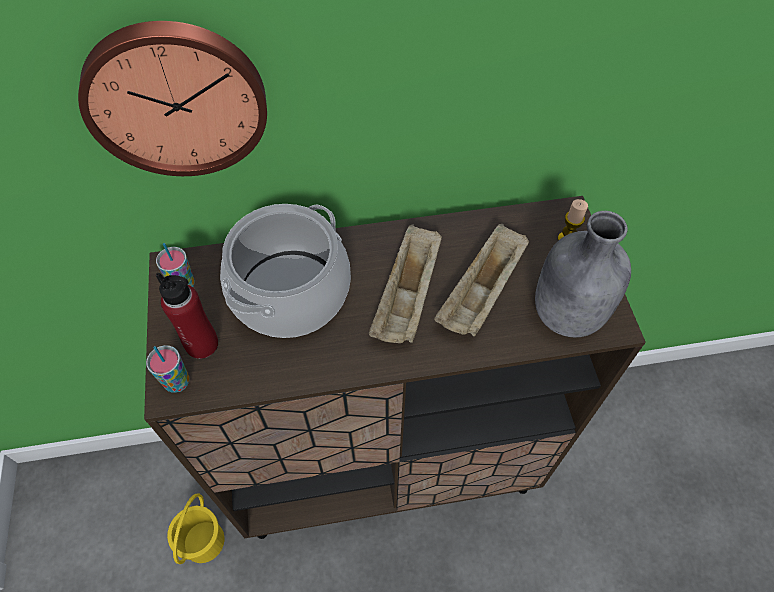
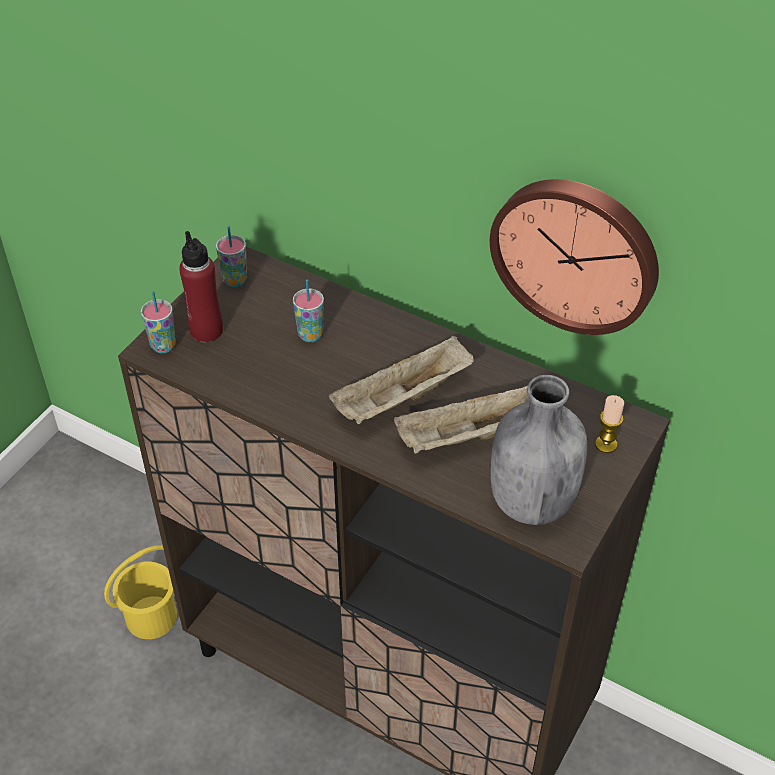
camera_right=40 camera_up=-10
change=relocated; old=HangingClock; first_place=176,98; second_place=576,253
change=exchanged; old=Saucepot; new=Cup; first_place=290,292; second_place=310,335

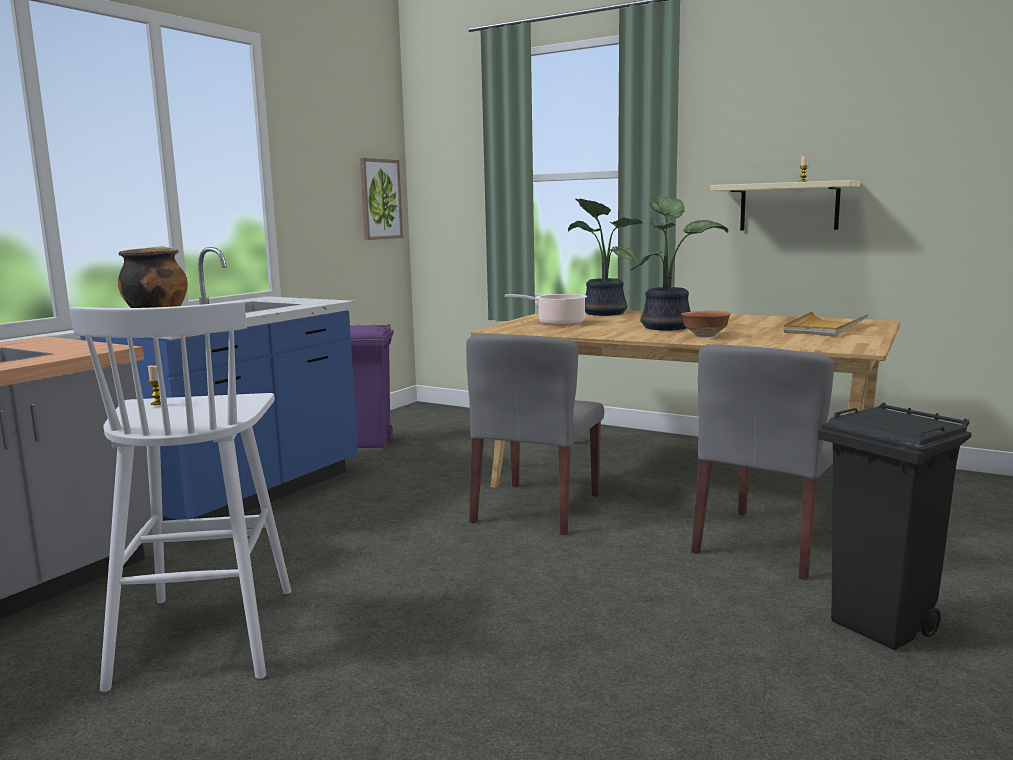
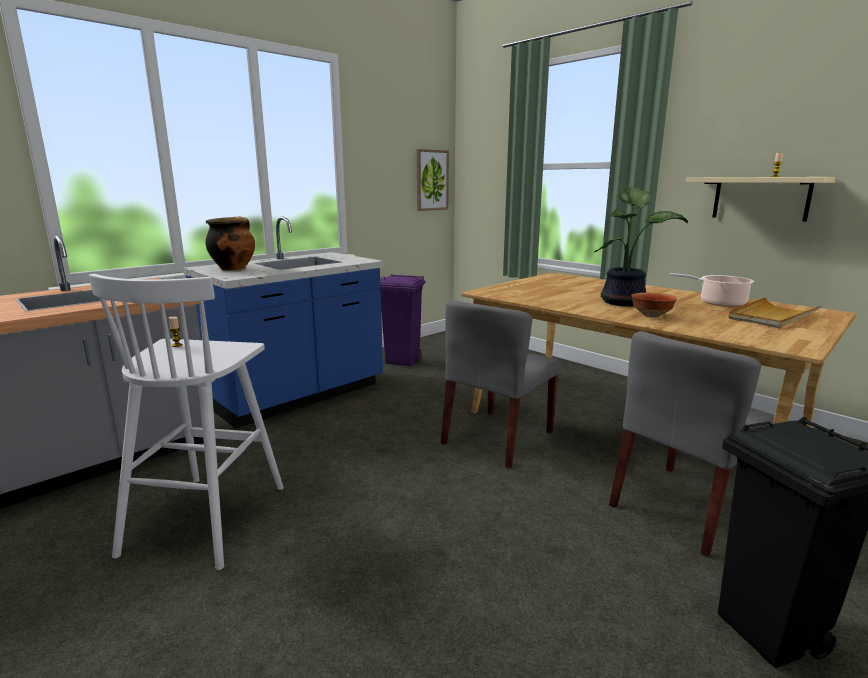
camera_right=15 camera_up=5
change=missing; old=PlantInAPot; first_place=601,313
change=relocated; old=Saucepot; first_place=557,323; second_place=719,303

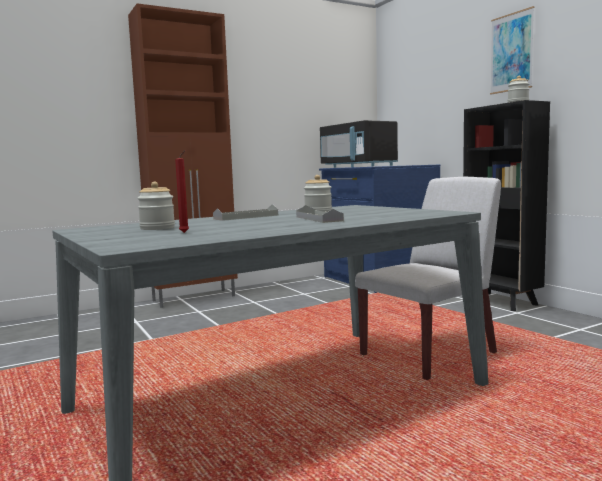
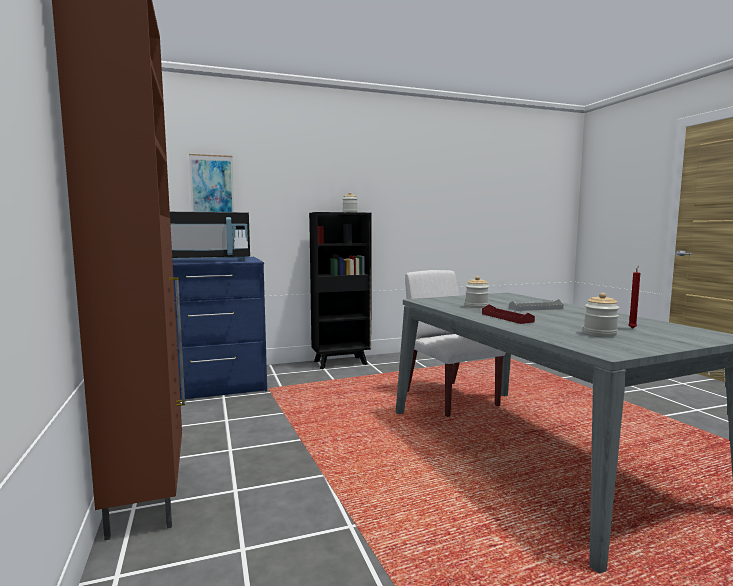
camera_right=-80 camera_up=0
change=relocated; old=Picture; first_place=511,52; second_place=212,187
change=colour; old=GreyishTray; new=RedTray; first_place=246,217; second_place=507,318

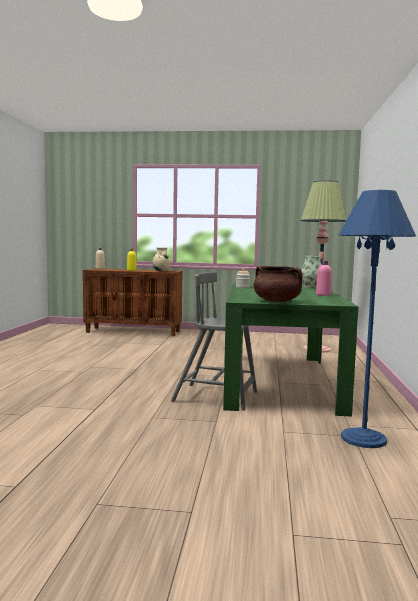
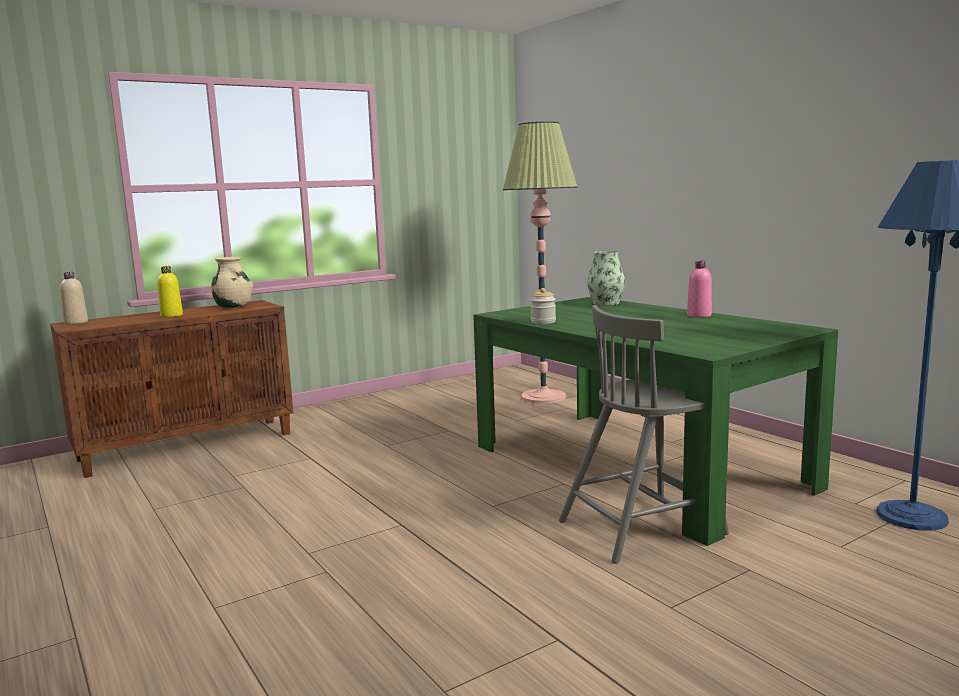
camera_right=-40 camera_up=5
change=missing; old=BrownColouredSaucepot; first_place=277,301

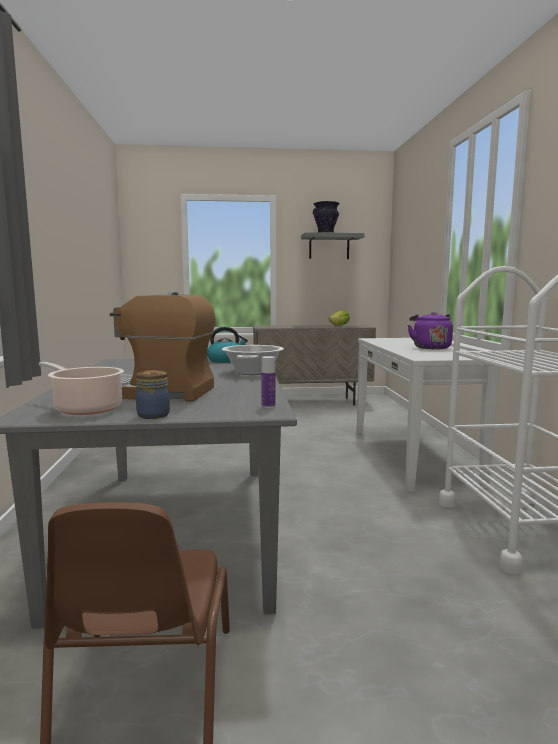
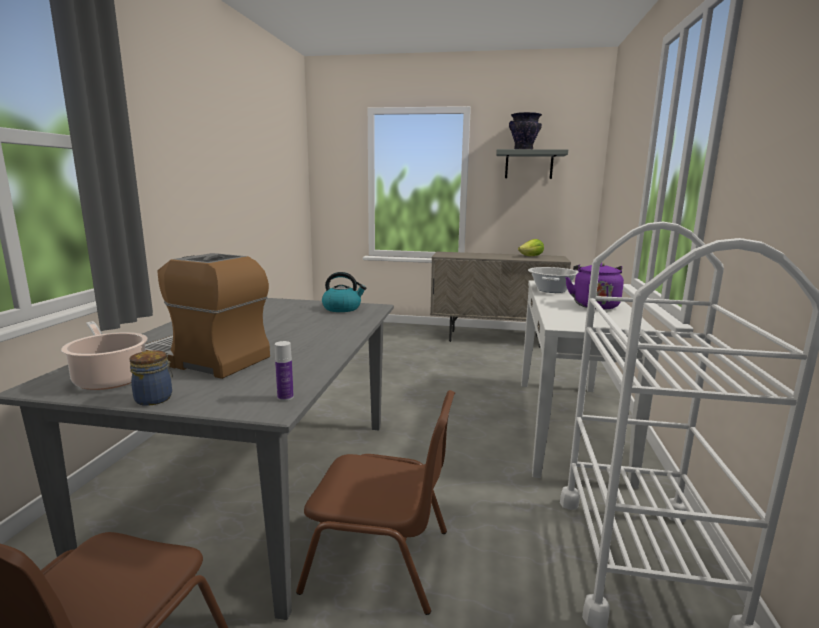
camera_right=15 camera_up=5
change=appeared; new=BrownColouredPlainChair; second_place=380,560
change=relocated; old=Saucepot; first_place=252,372; second_place=551,290

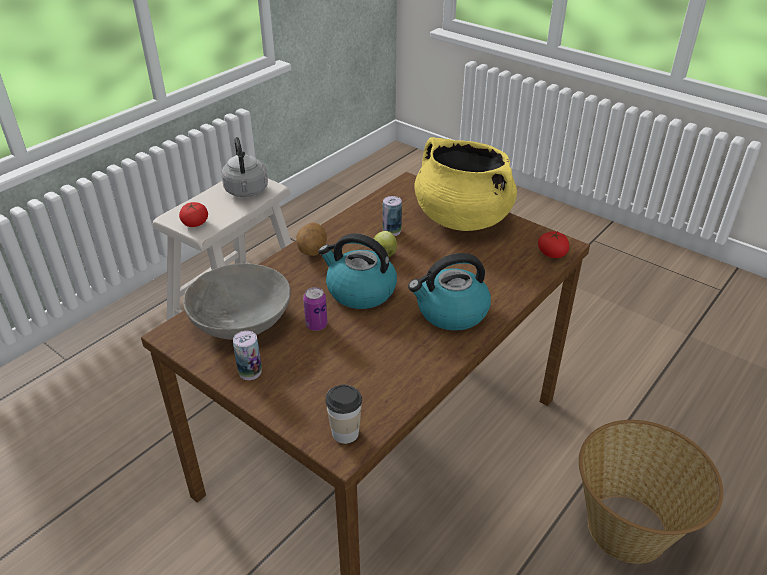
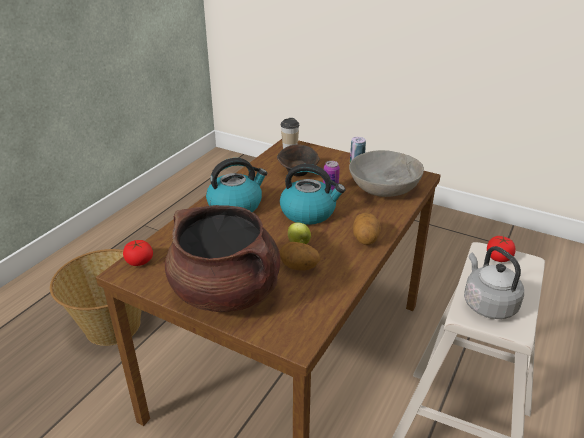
camera_right=170 camera_up=-5
change=appeared; new=BrownColouredServingBowl; second_place=298,173
change=exchanged; old=SealedCan; new=Spud; first_place=392,231; second_place=299,268
change=colour; old=YellowColouredSaucepot; new=BrownColouredSaucepot; first_place=462,218; second_place=226,292

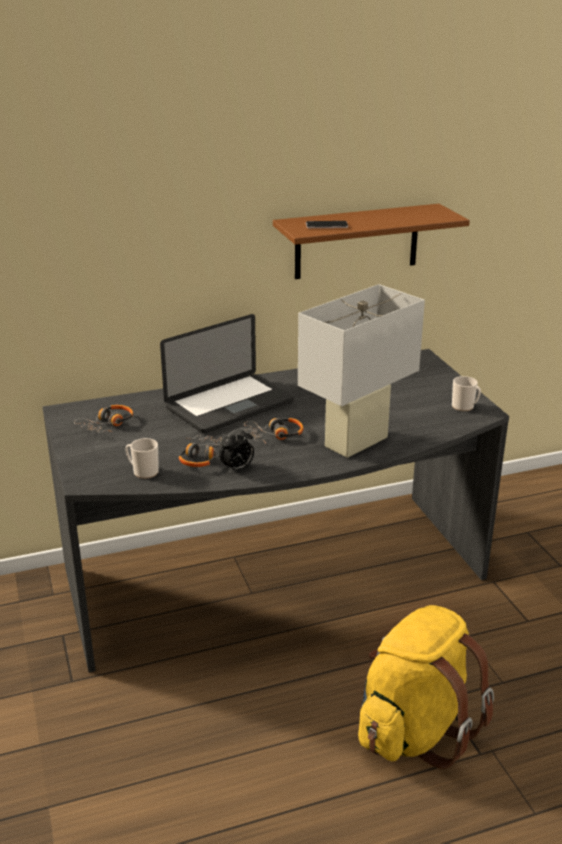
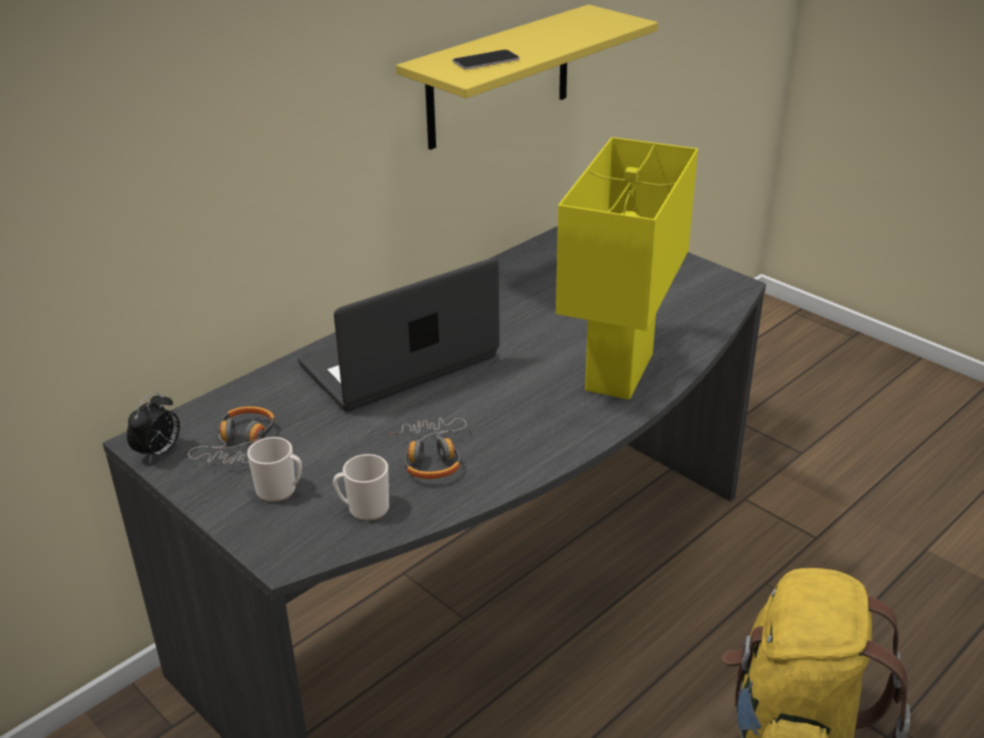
camera_right=-25 camera_up=5
change=missing; old=PairOfHeadphones; first_place=274,435
change=relocated; old=AlarmClock; first_place=237,468; second_place=159,452
change=relocated; old=CoffeeMug; first_place=465,407; second_place=280,490
change=colour; old=BrownColouredBracketShelf; new=YellowColouredBracketShelf; first_place=357,241; second_place=499,78
change=colour; old=WhiteColouredTableLamp; new=YellowColouredTableLamp; first_place=356,442; second_place=619,372
change=spun; old=NotebookComputer; first_place=230,405; second_place=399,361; degrees=-150

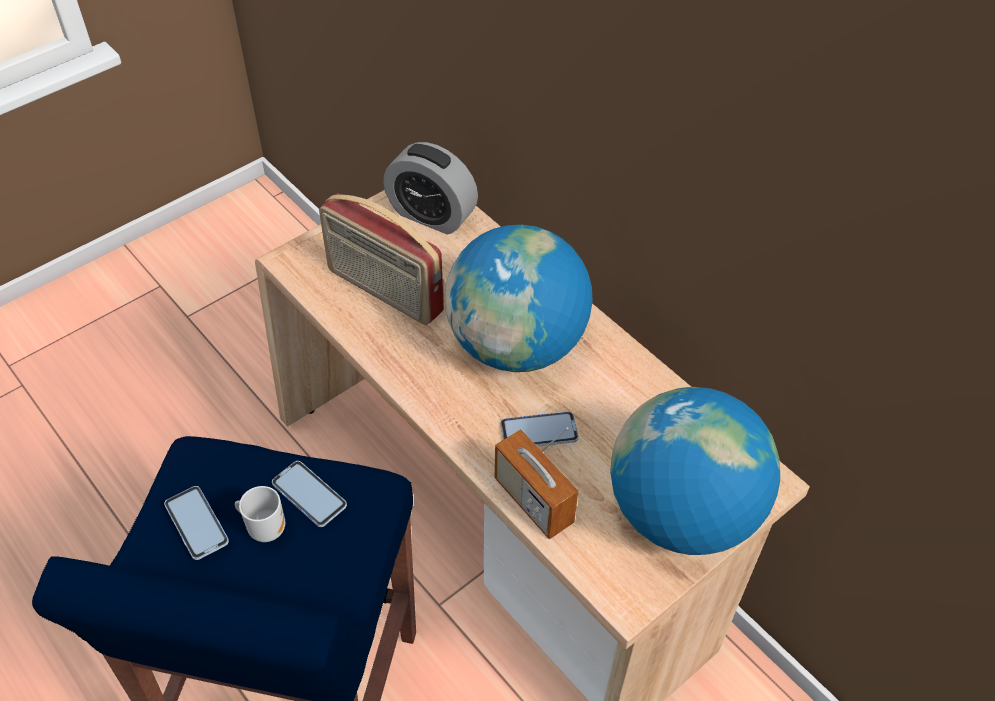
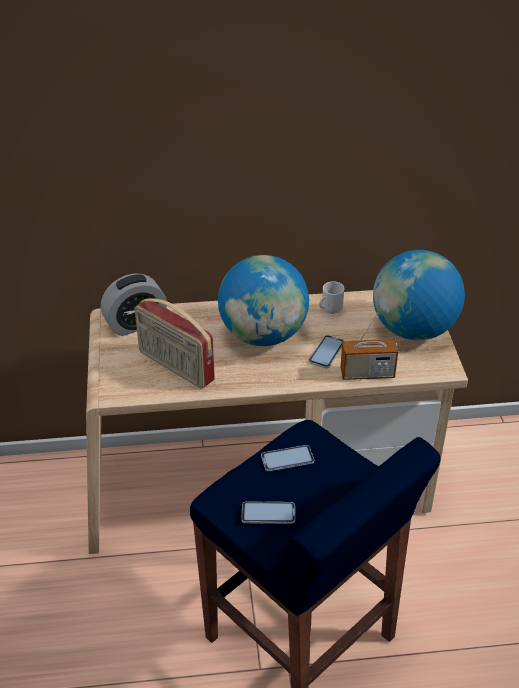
camera_right=-55 camera_up=-10
change=relocated; old=CoffeeMug; first_place=266,527; second_place=330,310
change=spun; old=RadioSet; first_place=383,292; second_place=175,367; degrees=60

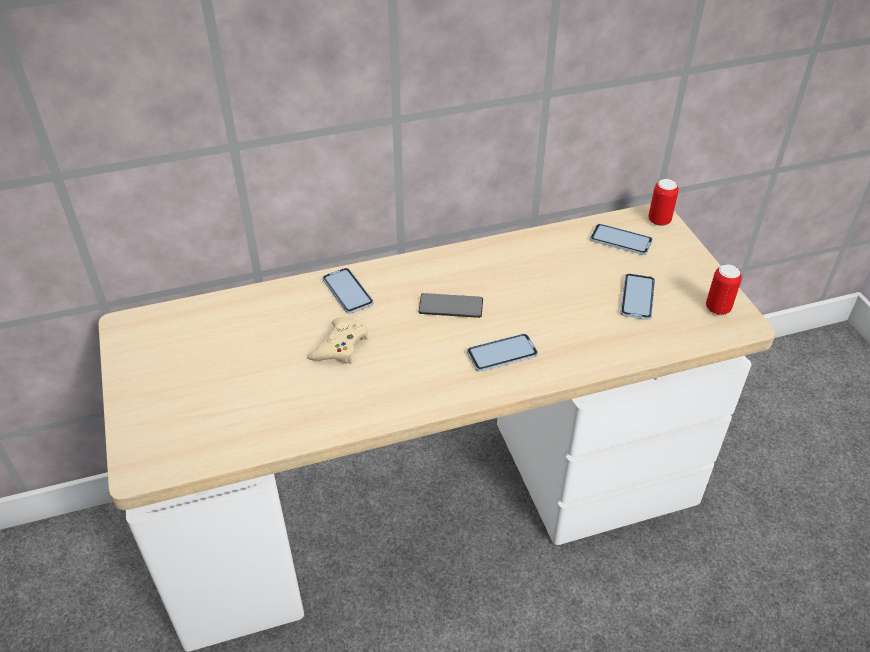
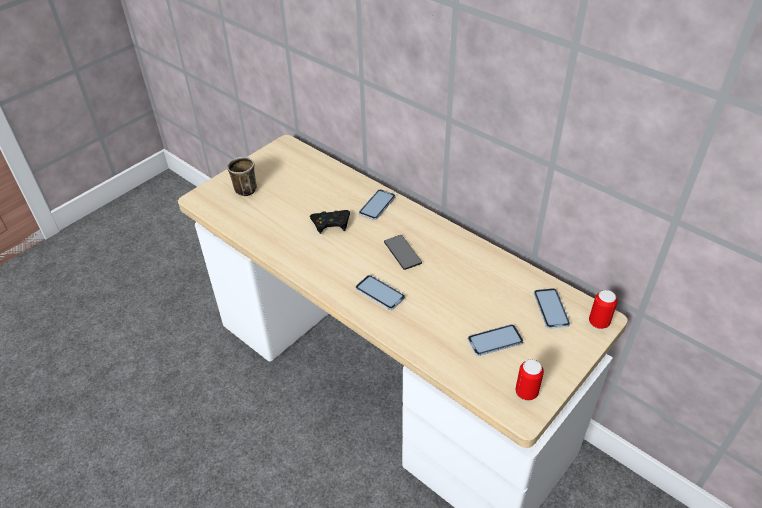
camera_right=60 camera_up=0
change=appeared; new=CoffeeMug; second_place=243,188
change=colour; old=BeigeColouredGamepad; new=BlackColouredGamepad; first_place=340,346; second_place=331,223

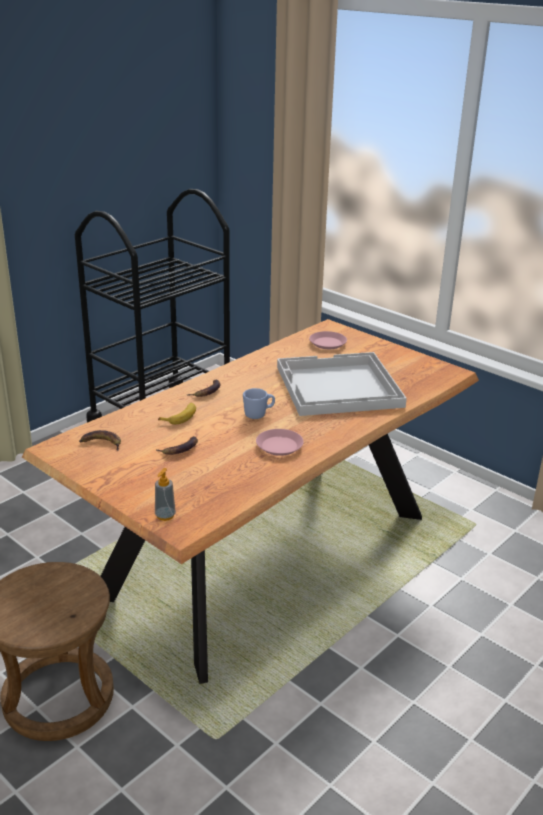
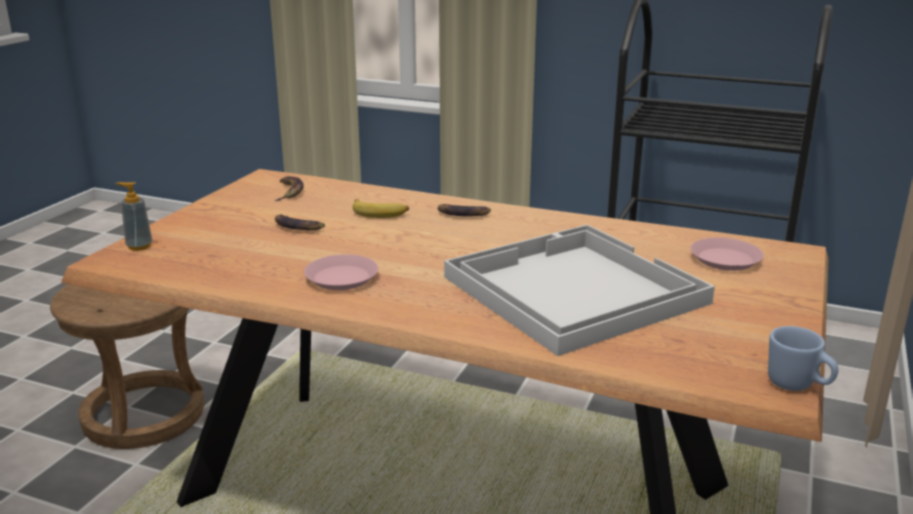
camera_right=70 camera_up=-5
change=relocated; old=BlueCoffeeMug; first_place=259,414; second_place=798,386

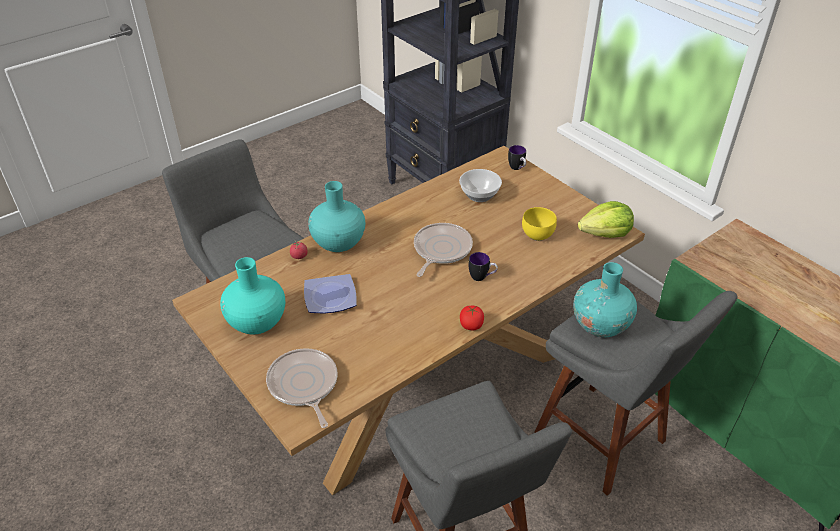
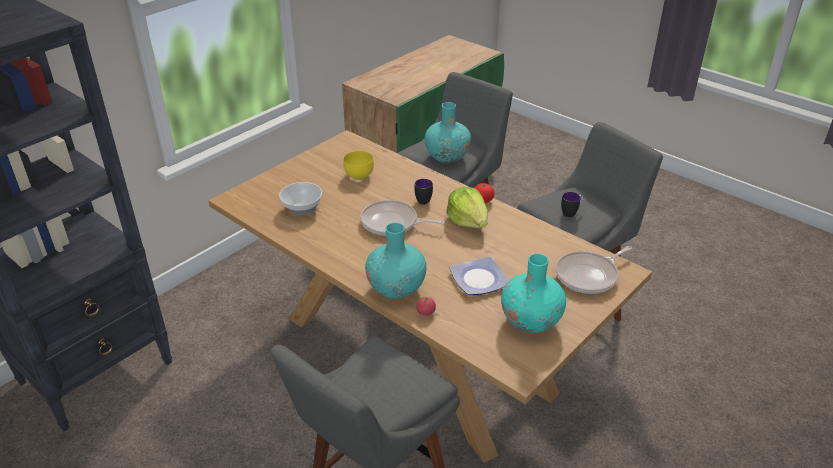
camera_right=-100 camera_up=-5
change=relocated; old=CoffeeMug; first_place=517,168; second_place=571,213
change=relocated; old=Lettuce; first_place=605,234; second_place=468,221

